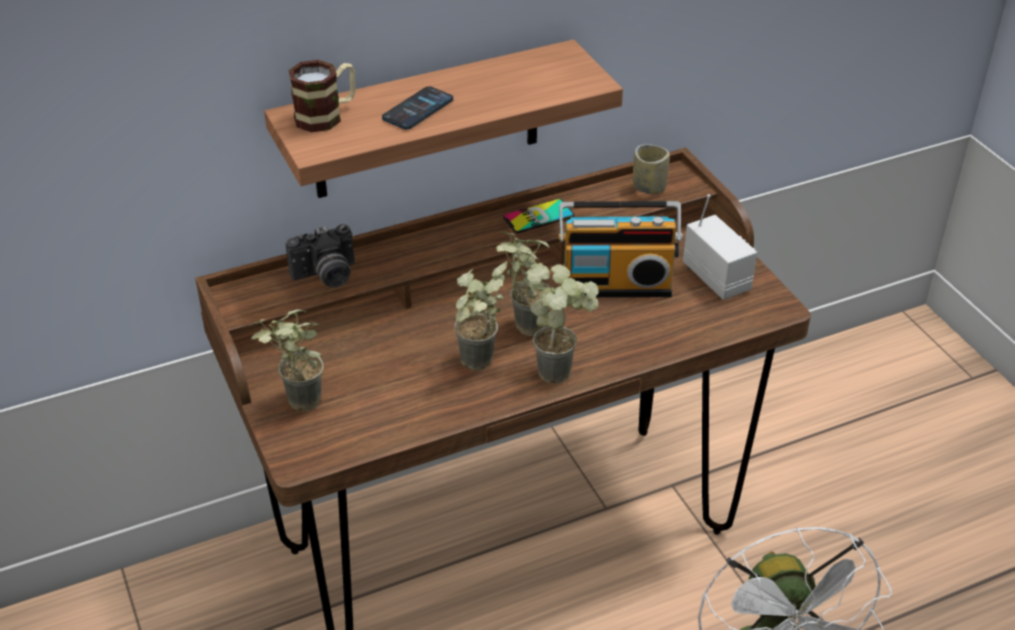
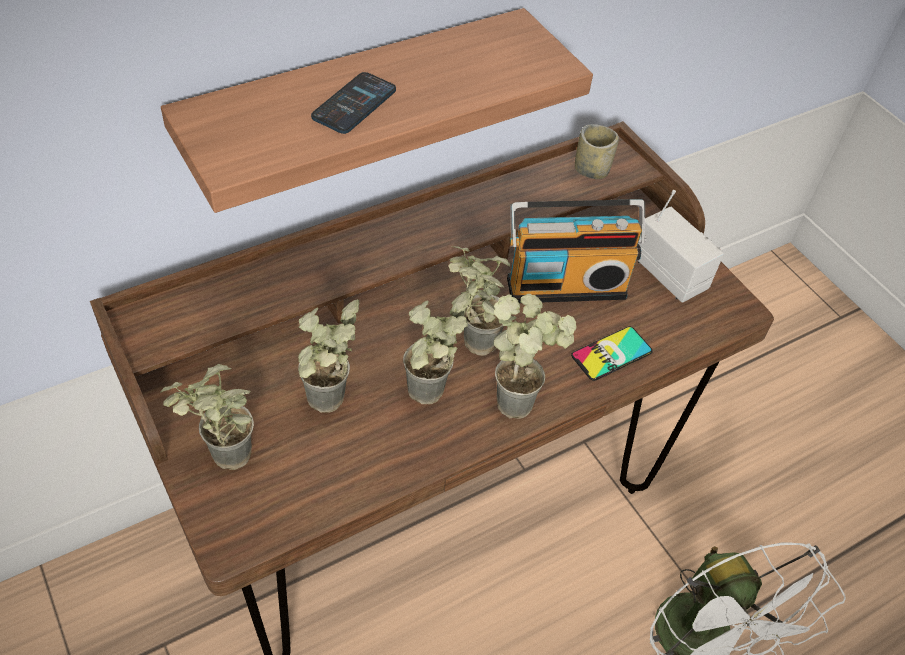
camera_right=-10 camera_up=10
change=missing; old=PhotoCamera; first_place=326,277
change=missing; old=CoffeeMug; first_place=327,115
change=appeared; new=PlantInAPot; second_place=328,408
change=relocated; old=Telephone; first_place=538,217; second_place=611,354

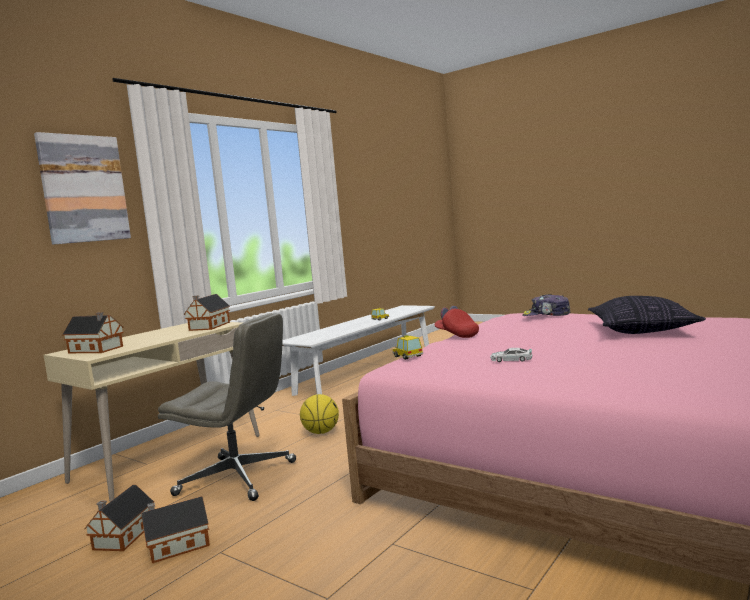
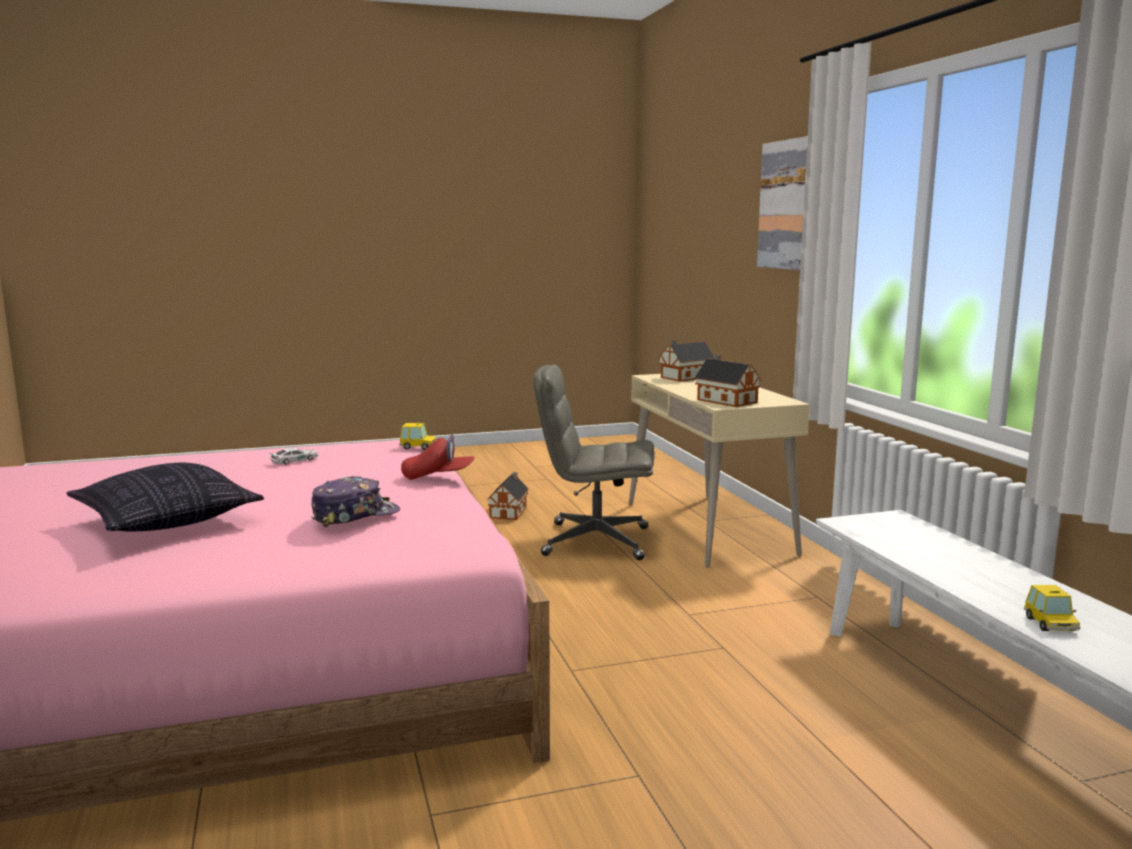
camera_right=125 camera_up=5
change=missing; old=ToyHouse; first_place=122,537
change=missing; old=BasketballBall; first_place=321,432
change=spun; old=GreyishDeskChair; first_place=238,478; second_place=594,541; degrees=45

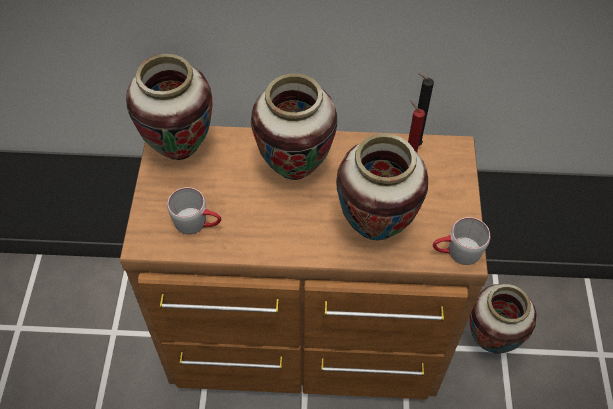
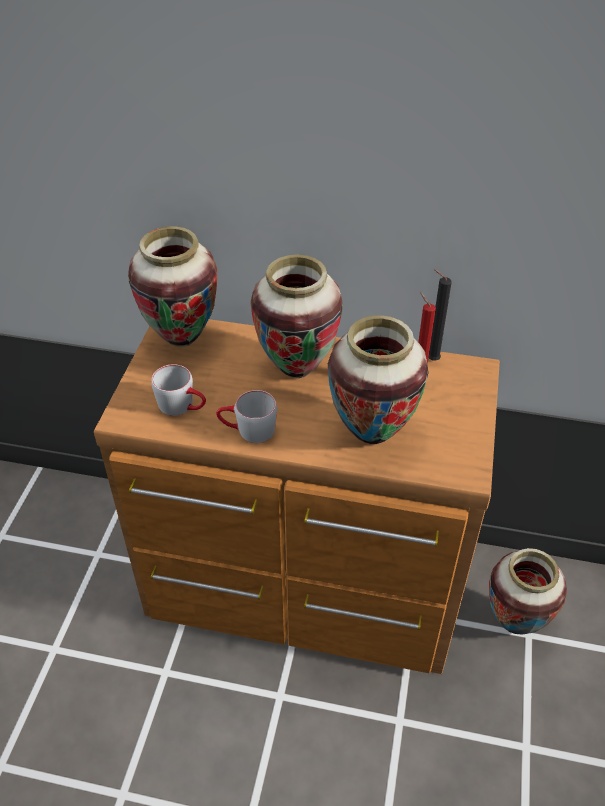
camera_right=10 camera_up=-10
change=relocated; old=GreyishCoffeeMug; first_place=456,252; second_place=247,430

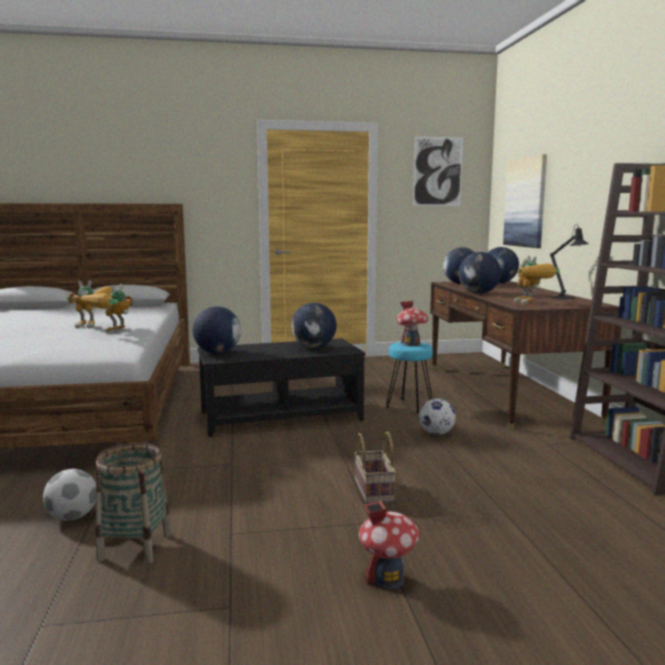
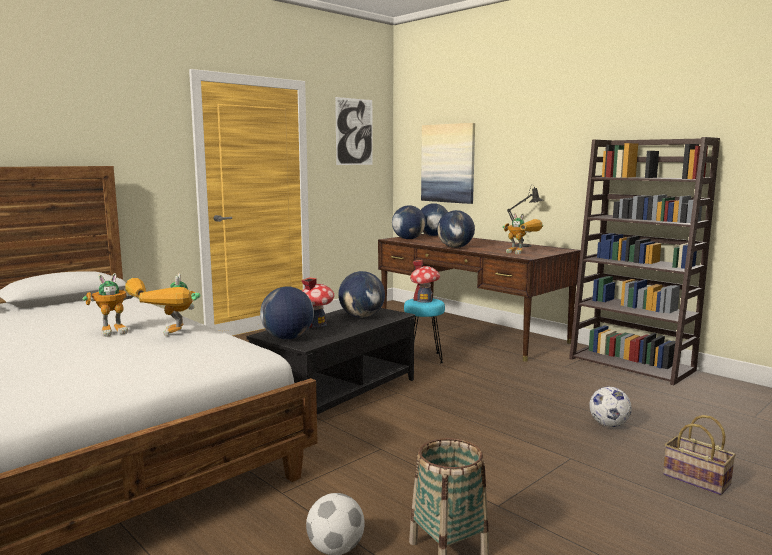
camera_right=-35 camera_up=0
change=relocated; old=Basket; first_place=372,490; second_place=694,479
change=relocated; old=ToyHouse; first_place=387,579; second_place=316,324
change=relocated; old=FootballBall; first_place=436,433; second_place=608,425

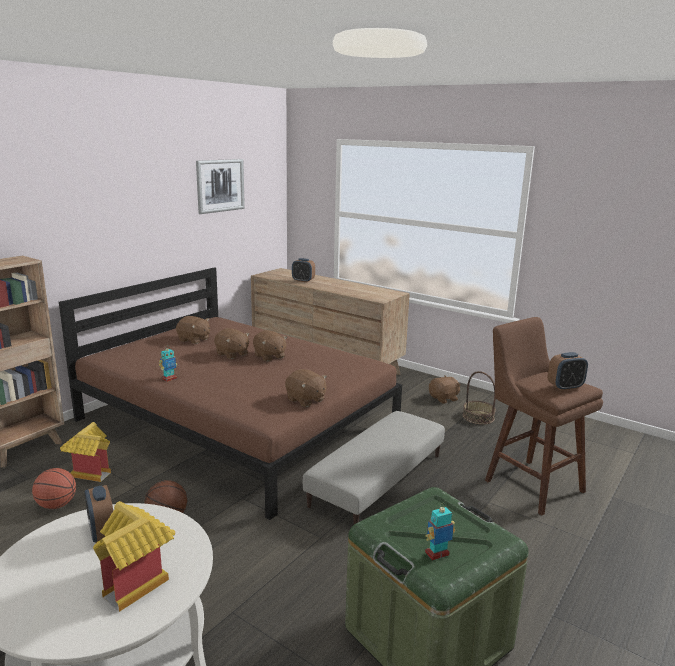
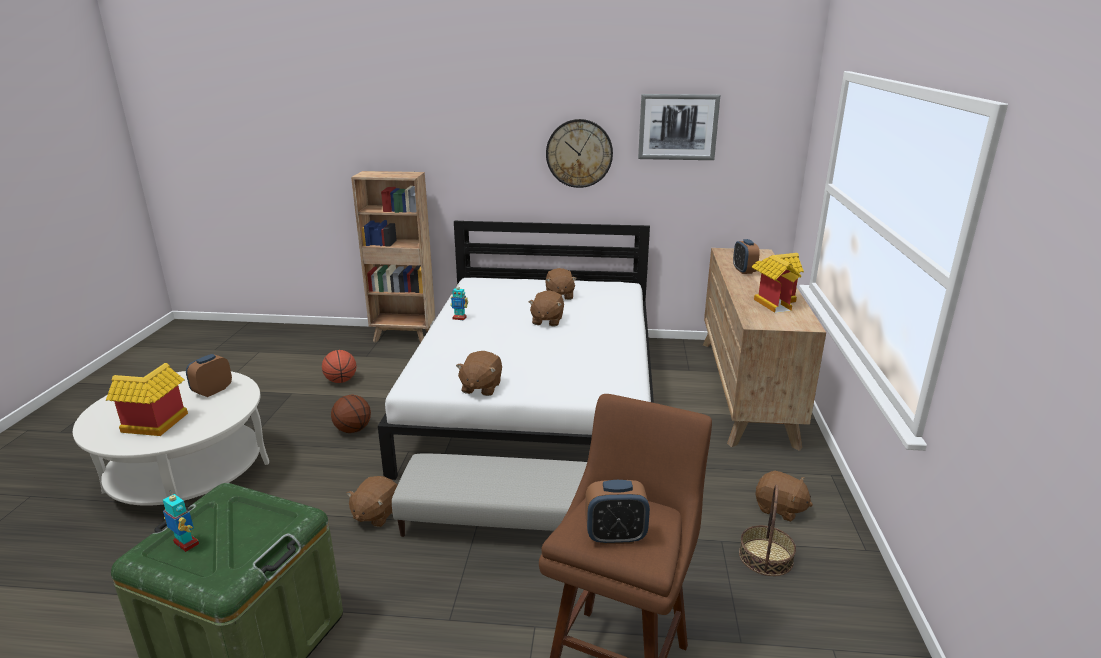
camera_right=60 camera_up=5
change=appeared; new=HangingClock; second_place=579,153
change=relocated; old=ToyHouse; first_place=89,471; second_place=773,302
change=relocated; old=BrownColouredSoftToy; first_place=269,356; second_place=376,514
change=colour; old=BrownColouredBedroomBed; new=WhiteColouredBedroomBed; first_place=237,422; second_place=538,396
change=spun; old=AlarmClock; first_place=565,387; second_place=615,536; degrees=-45

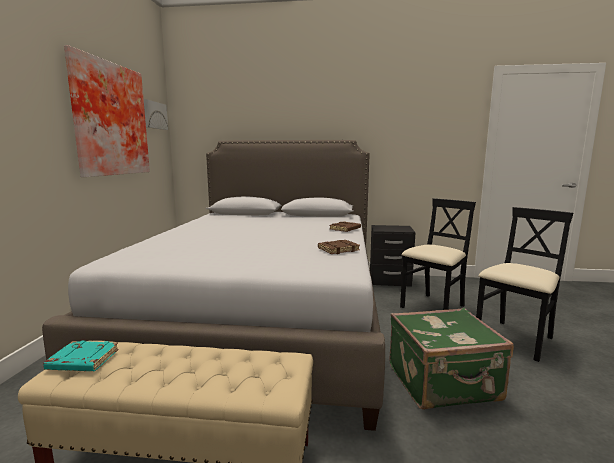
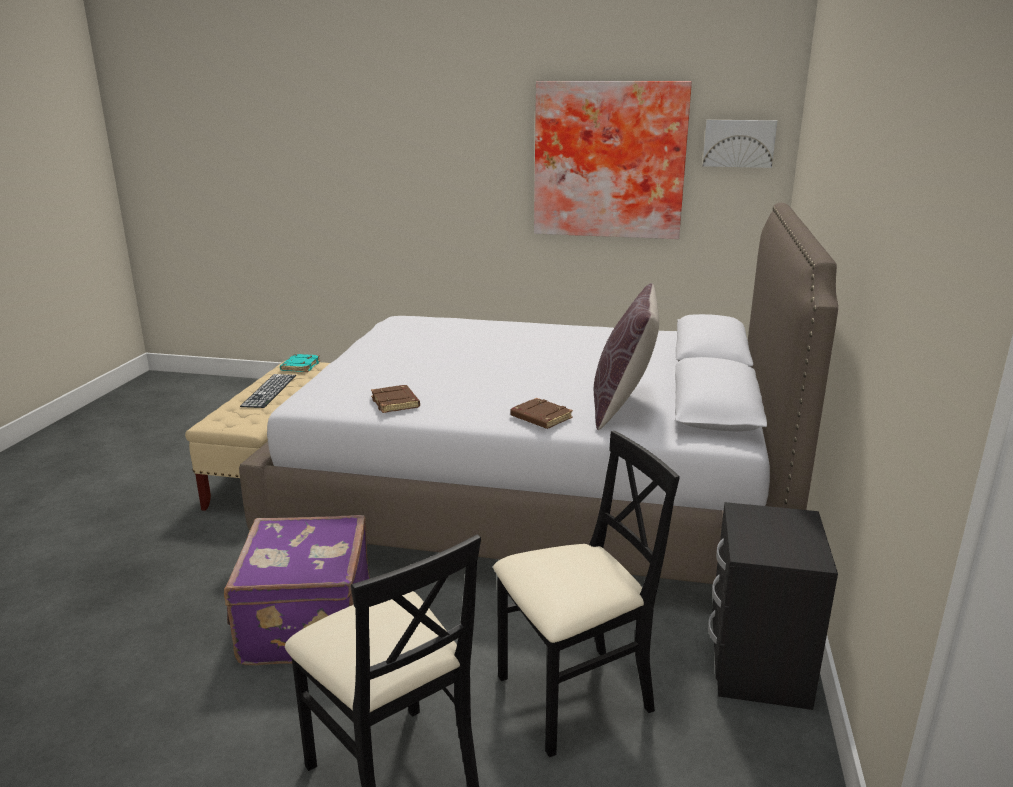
camera_right=95 camera_up=10
change=appeared; new=PcKeyboard; second_place=269,390
change=appeared; new=BrownColouredThrowPillow; second_place=622,406
change=colour; old=GreenColouredPieceOfLuggage; new=PurplePieceOfLuggage; first_place=444,384; second_place=304,624
change=spun; old=BlackColouredPlainChair; first_place=433,307; second_place=573,697; degrees=-75

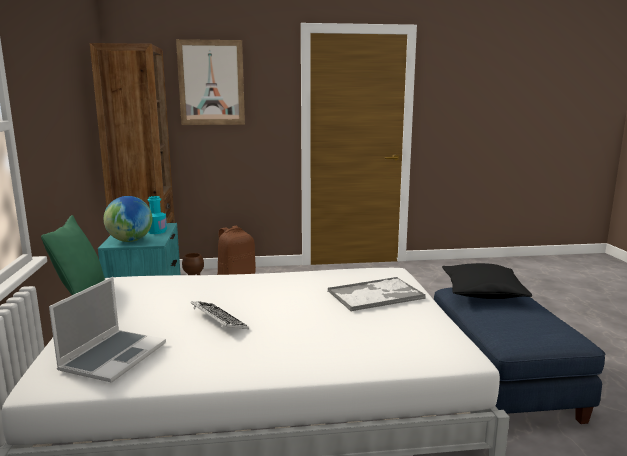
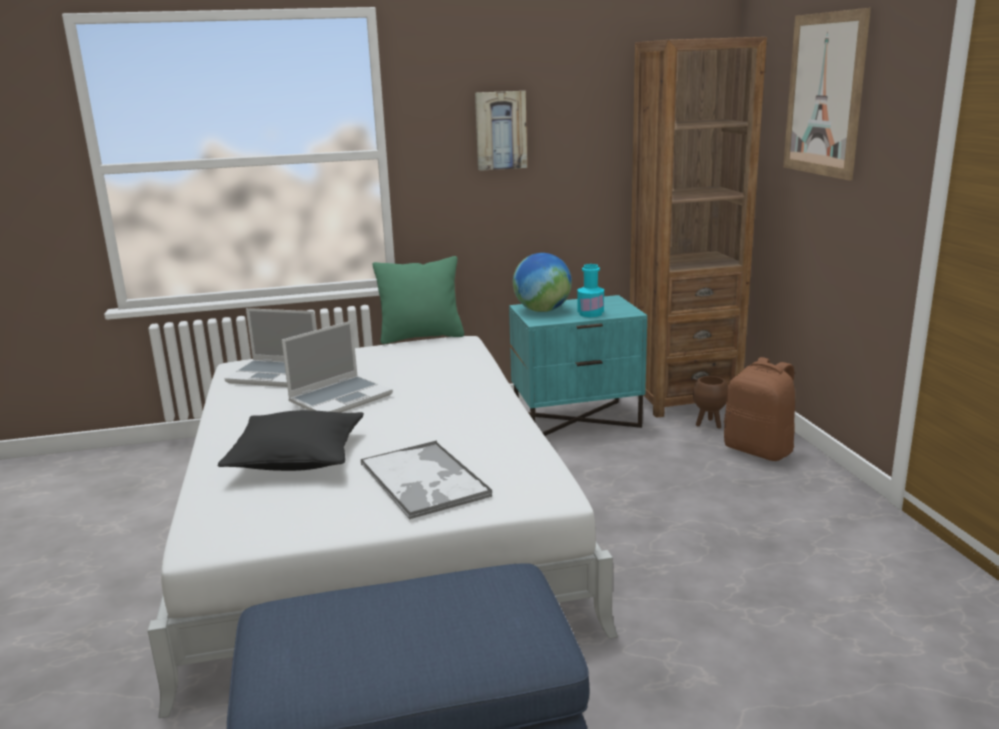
camera_right=85 camera_up=5
change=appeared; new=Picture; second_place=500,130
change=relocated; old=BlackColouredThrowPillow; first_place=482,293; second_place=297,458
change=exchanged; old=PcKeyboard; new=NotebookComputer; first_place=218,320; second_place=341,398

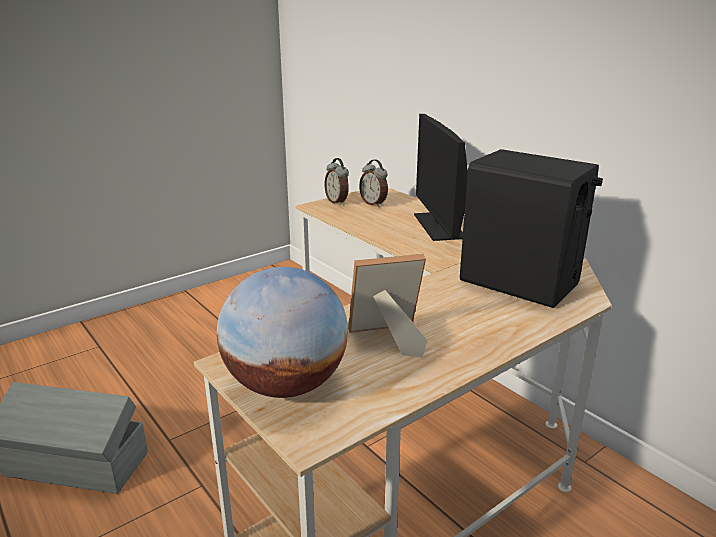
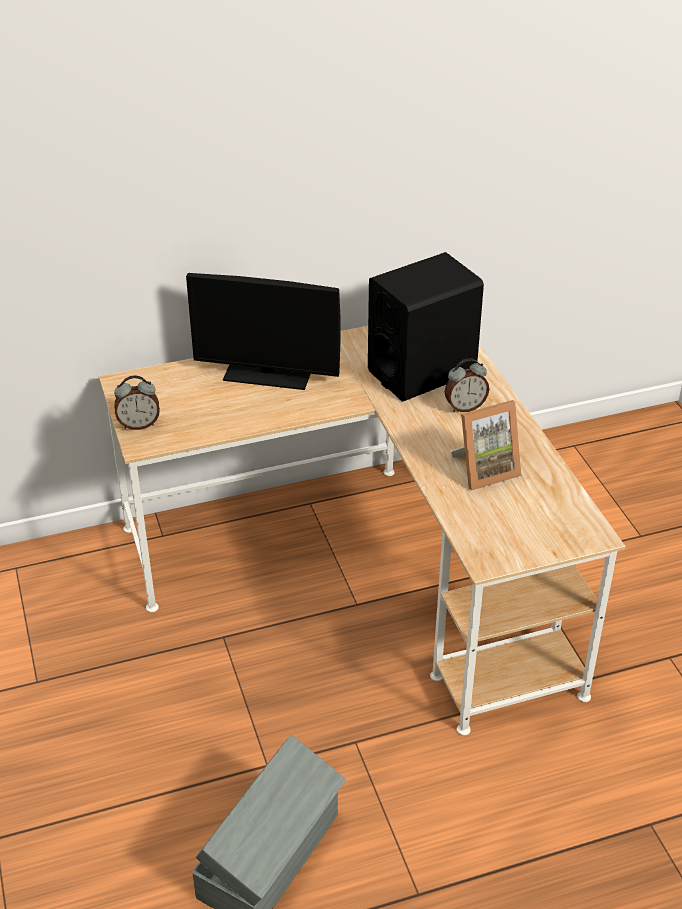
camera_right=-70 camera_up=15
change=missing; old=WorldGlobe; first_place=286,385
change=relocated; old=AlarmClock; first_place=374,203; second_place=465,407
change=spun; old=PhotoFrame; first_place=387,339; second_place=484,470; degrees=-120

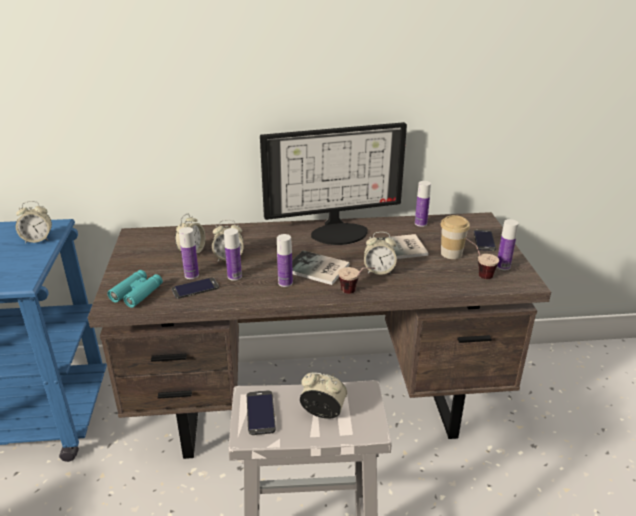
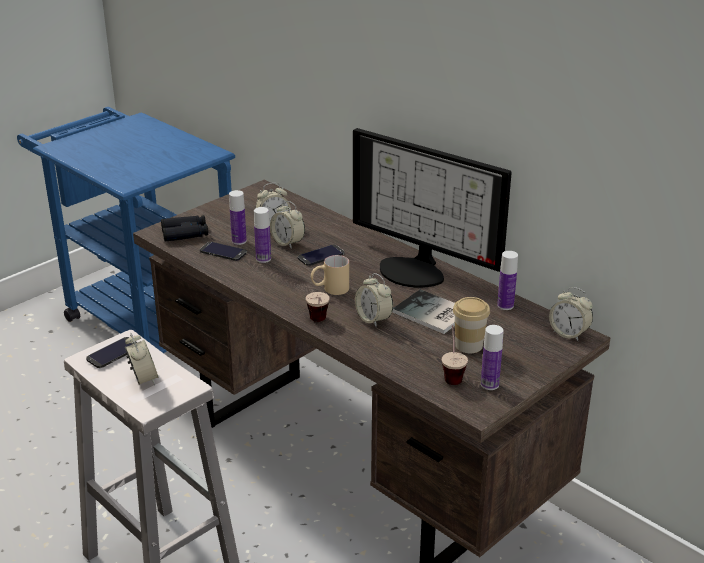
camera_right=50 camera_up=0
change=missing; old=Bottle; first_place=285,283
change=relocated; old=AlarmClock; first_place=38,239; second_place=569,334
change=relocated; old=Telephone; first_place=484,240; second_place=321,255
change=exchanged; old=Book; new=BeigeColouredCoffeeMug; first_place=317,269; second_place=330,289
change=colour; old=TurquoiseFieldGlasses; new=BlackColouredFieldGlasses; first_place=137,293; second_place=185,233

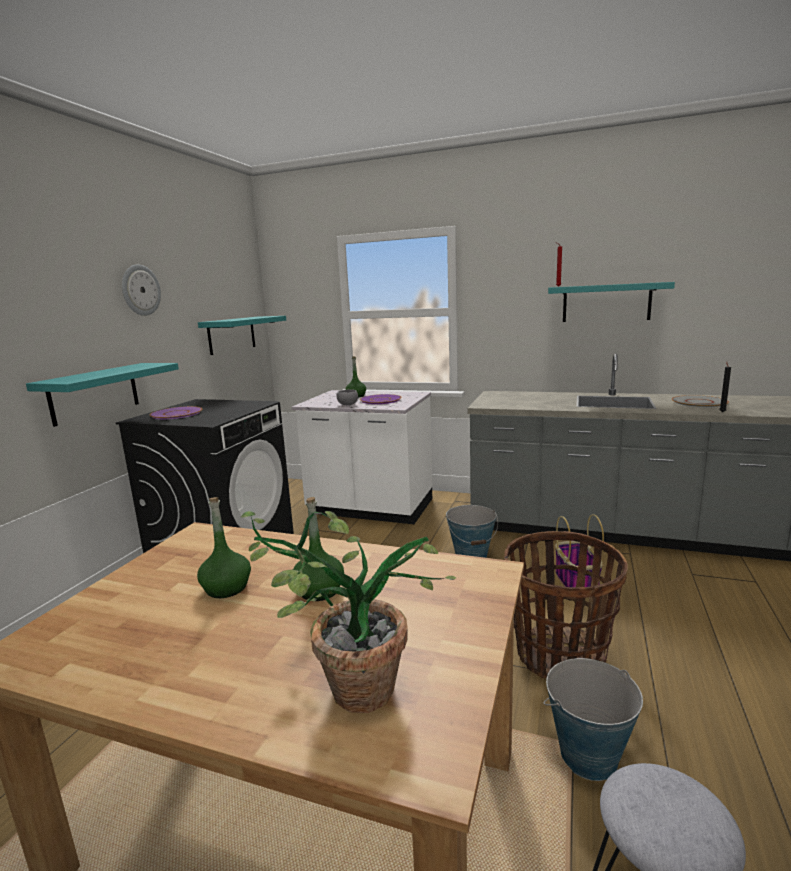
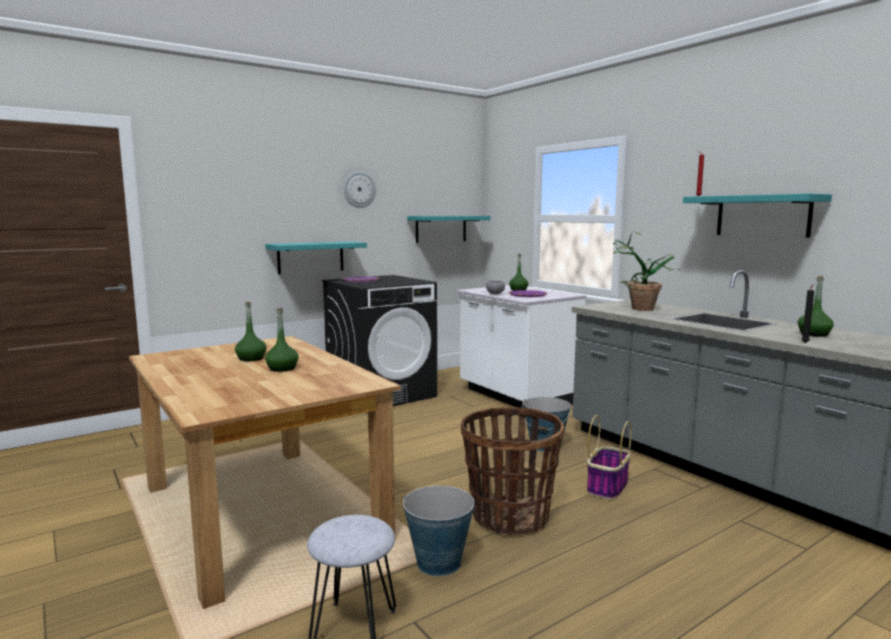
camera_right=35 camera_up=-5
change=relocated; old=PlantInAPot; first_place=345,693; second_place=636,308
change=exchanged; old=GreyishDinnerPlate; new=GreenColouredBottle; first_place=699,402; second_place=814,334

